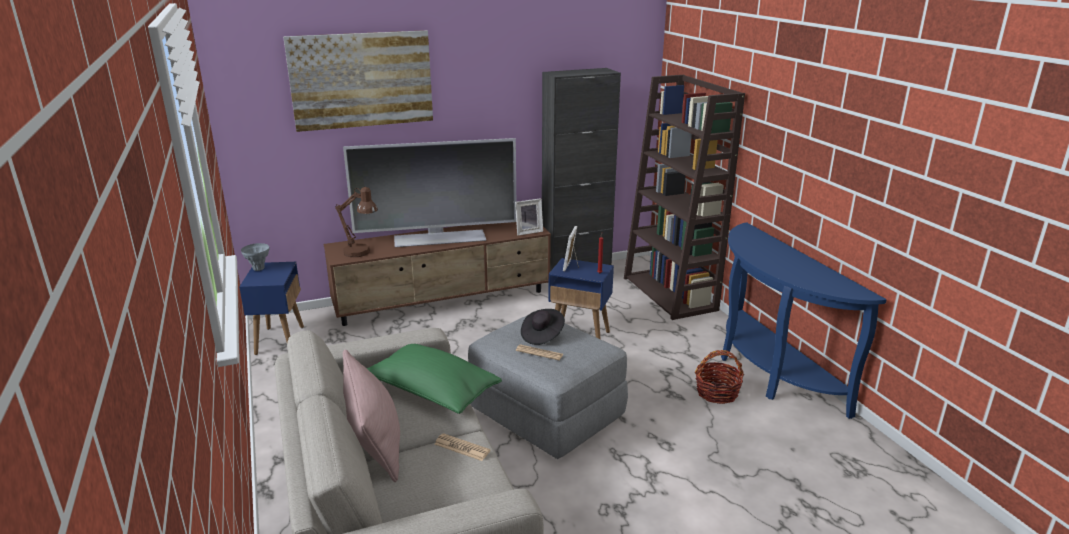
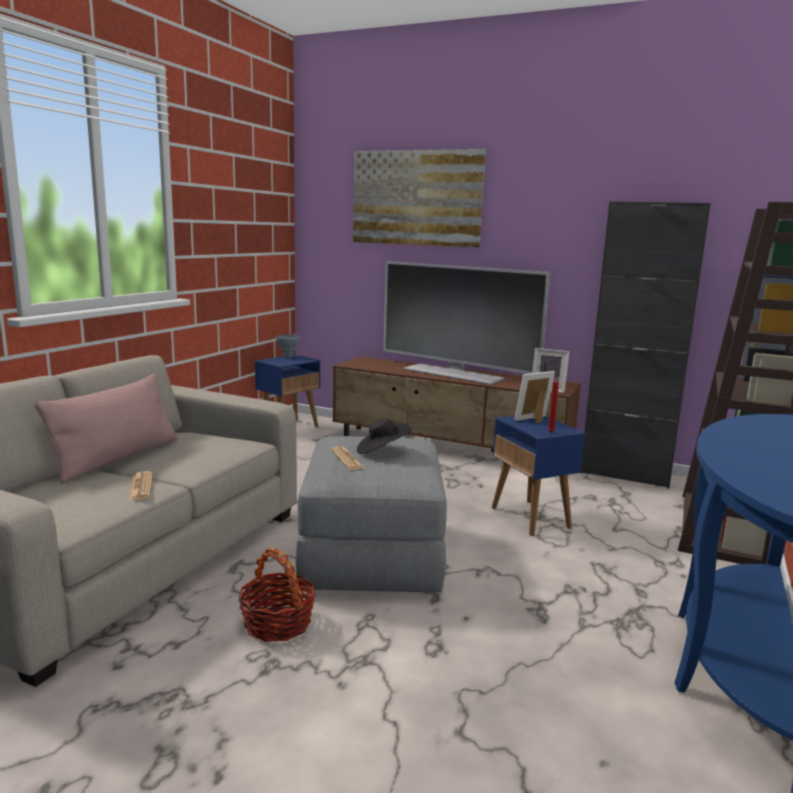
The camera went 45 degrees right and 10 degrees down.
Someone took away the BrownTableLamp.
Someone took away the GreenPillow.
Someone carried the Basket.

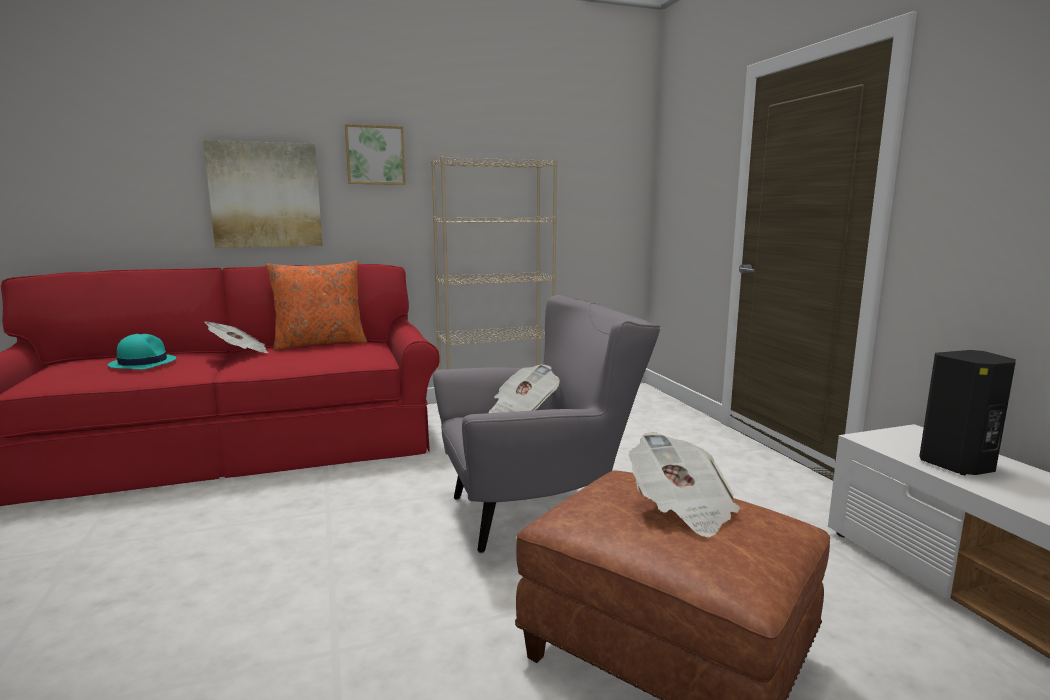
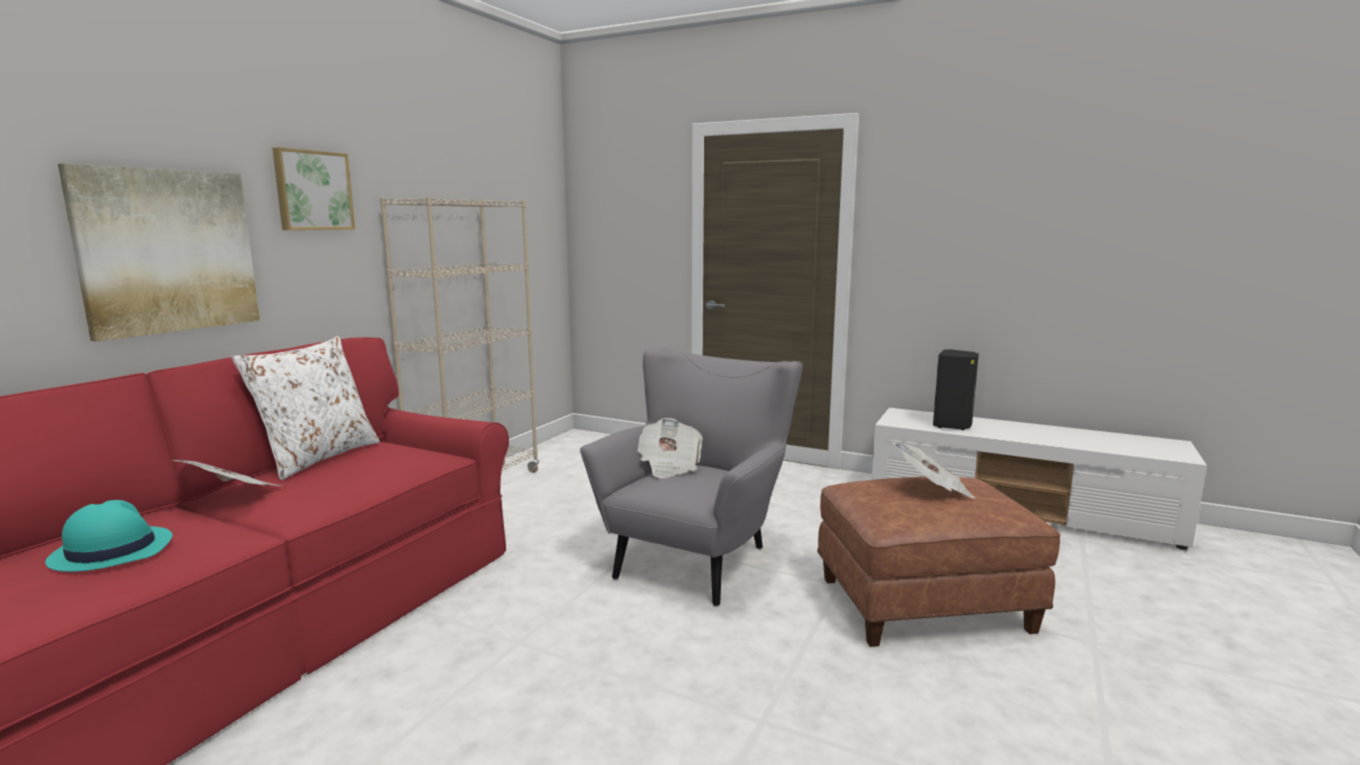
The camera went 45 degrees left and 0 degrees up.
Someone repainted the OrangePillow, which became the WhitePillow.

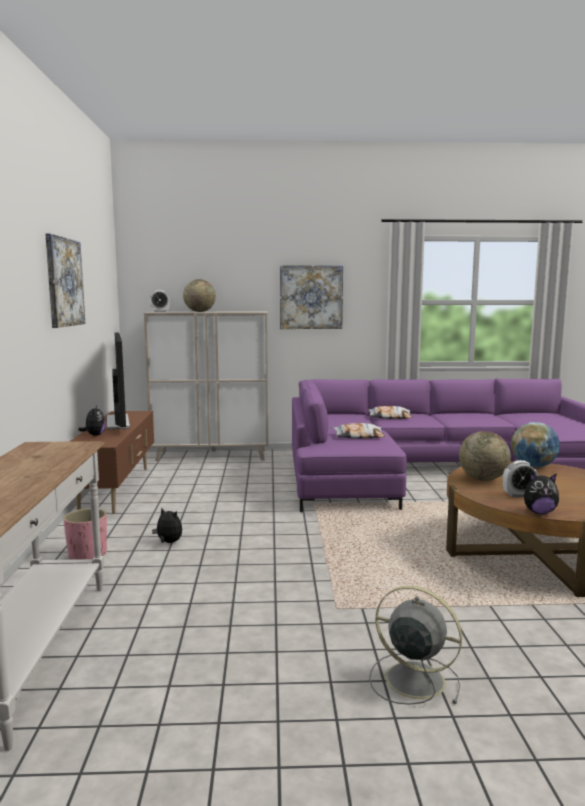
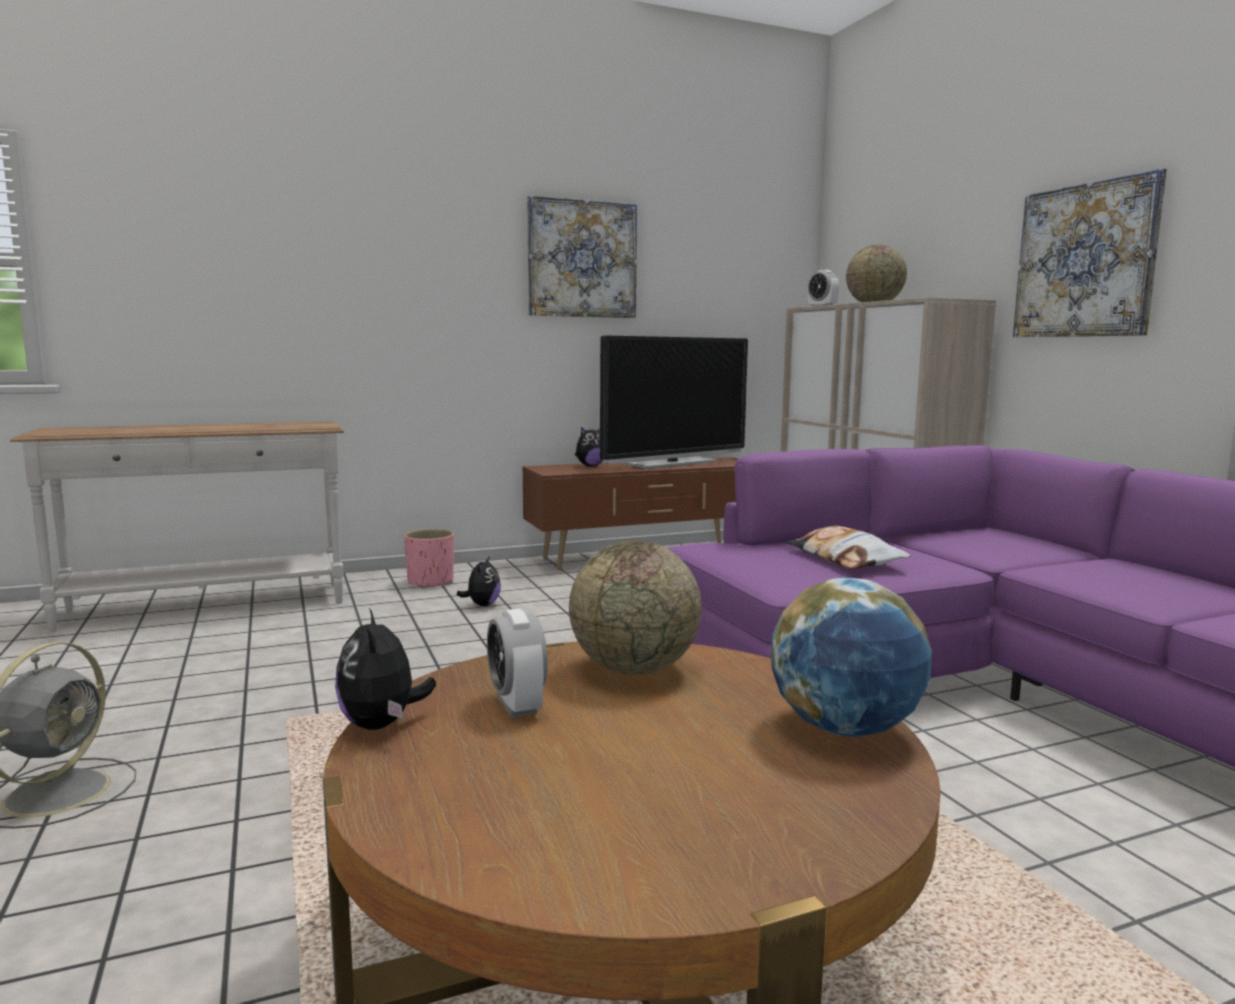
The camera went 70 degrees right and 0 degrees up.
Someone took away the Pillow (2nd from left).

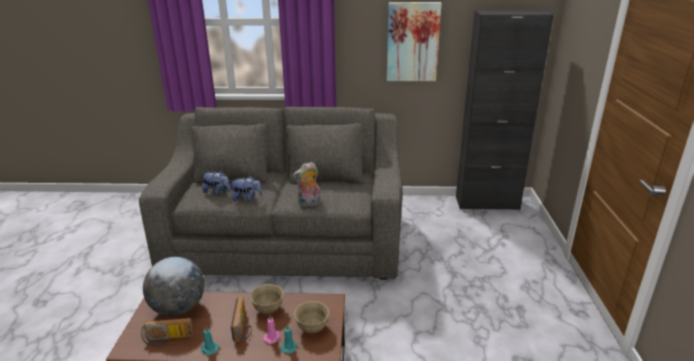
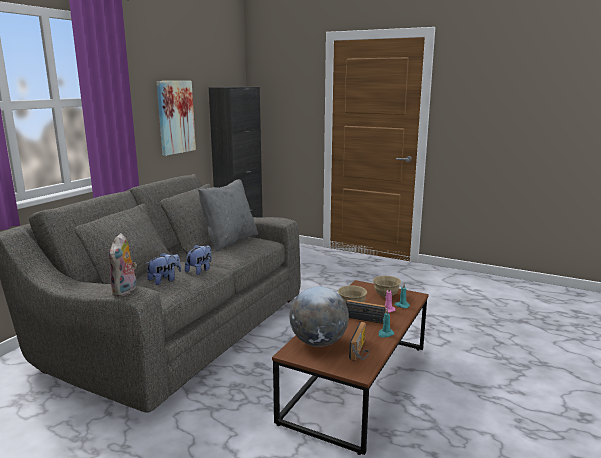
The camera went 65 degrees left and 10 degrees down.
Someone put down the GreyPillow.
Someone carried the PlushToy (3rd from left in the first image).

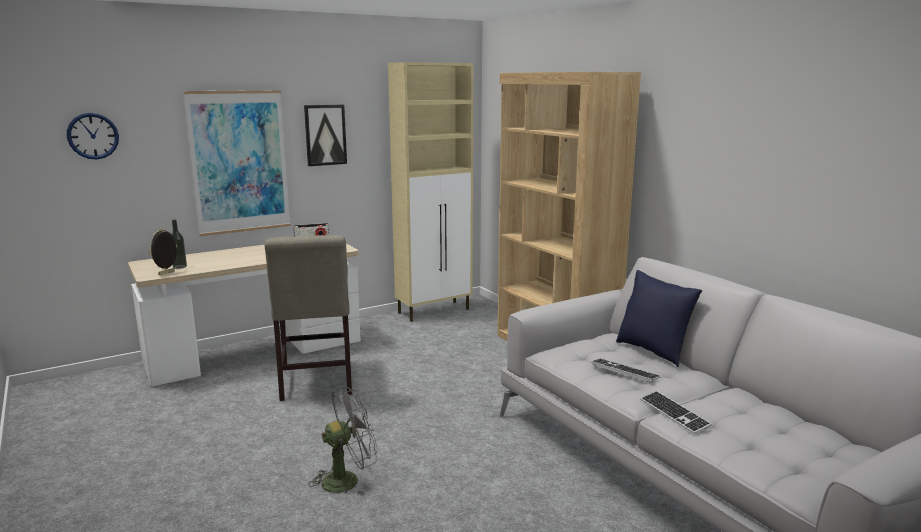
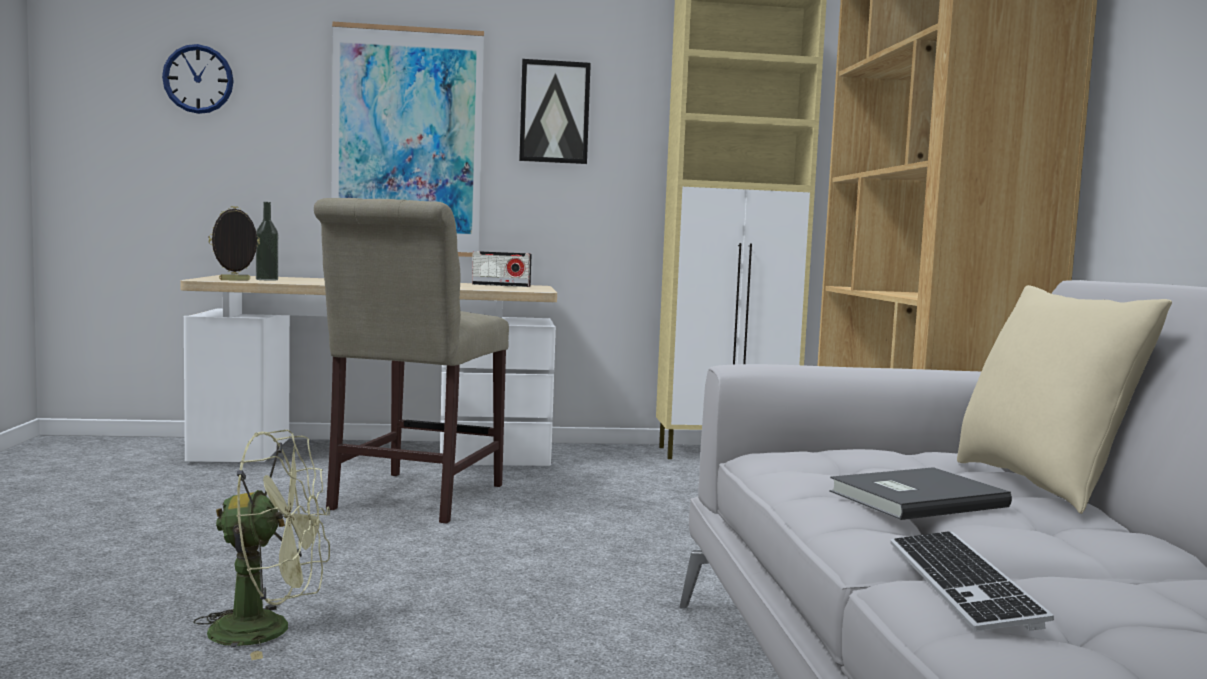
The camera went 25 degrees right and 10 degrees down.
Someone swapped the Keyboard (1st from left) for the GreyBook.
Someone repainted the GreyFan, which became the GreenFan.
Someone repainted the BluePillow, which became the BeigePillow.

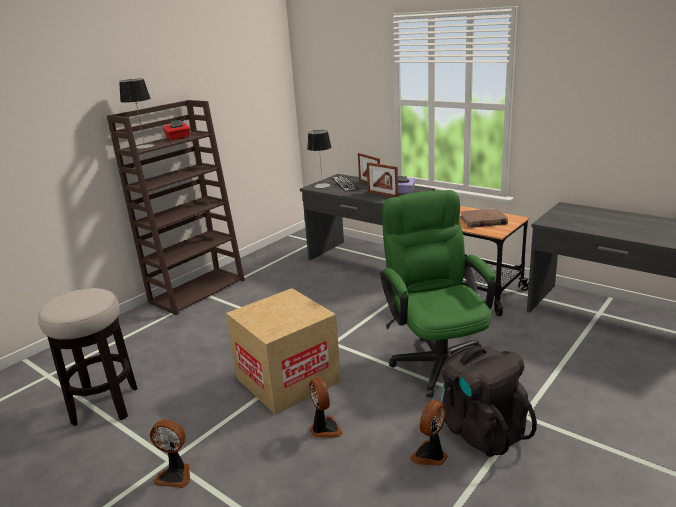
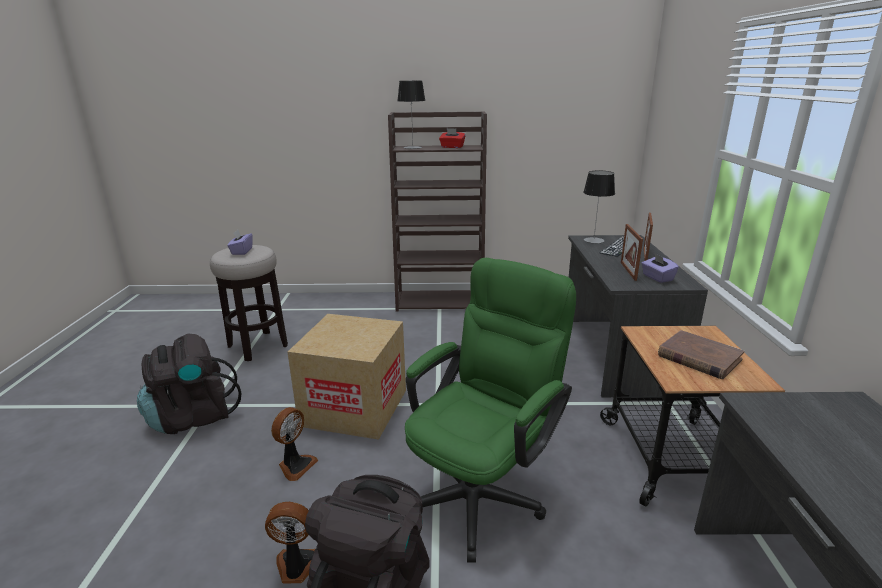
The camera went 50 degrees right and 0 degrees up.
Someone put down the PurpleTissueBox (1st from left).
Someone swapped the Fan (1st from left) for the BlackBackpack (1st from left).

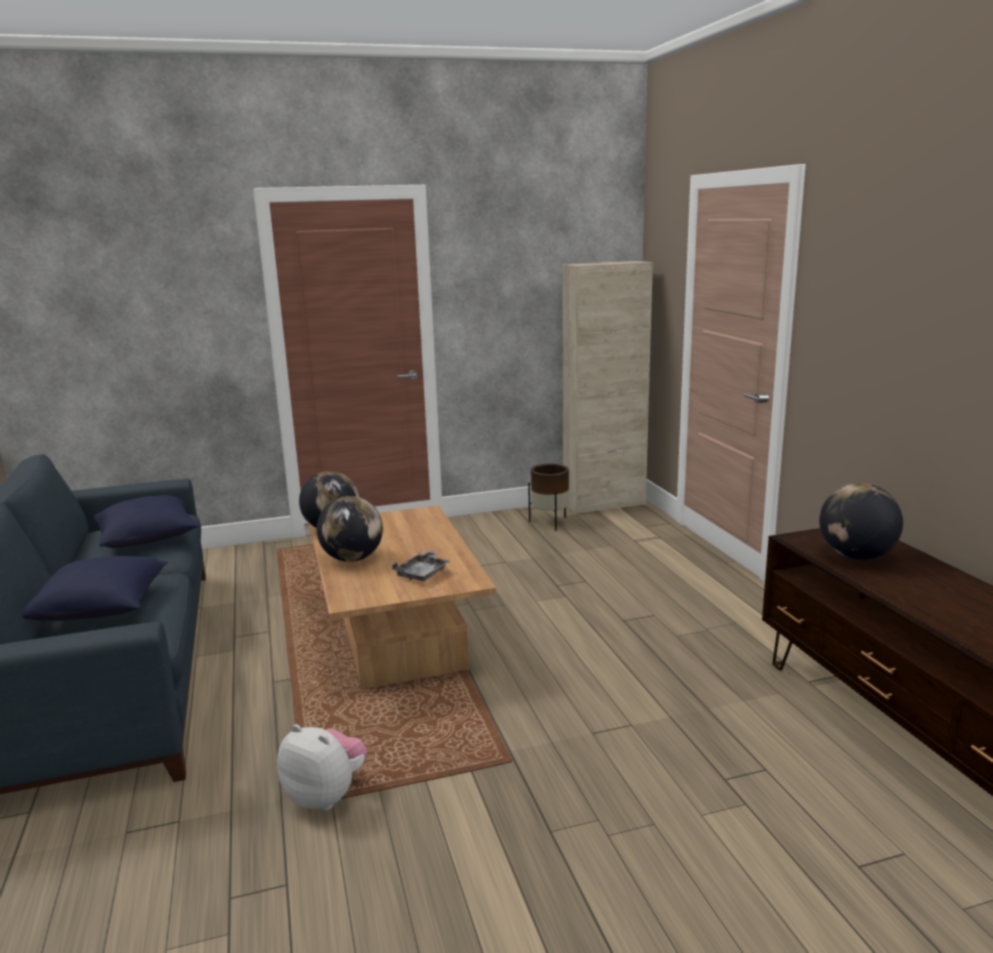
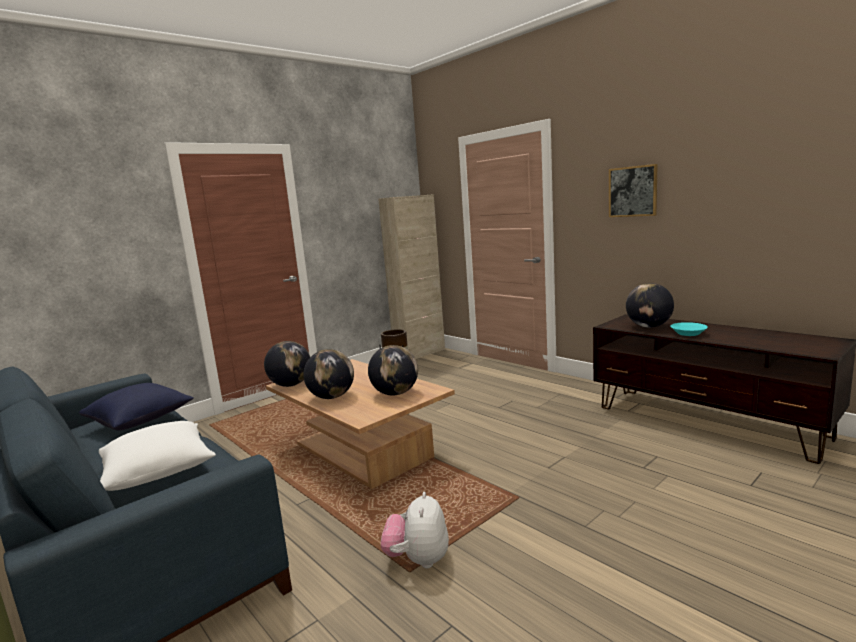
The camera went 25 degrees left and 5 degrees down.
Someone put up the Picture.
Someone put down the TurquoiseBowl.
Someone swapped the GreyTray for the Globe (3rd from left).
Someone repainted the BluePillow (1st from left), which became the WhitePillow.
Someone rotated the PlushToy by 90 degrees counterclockwise.

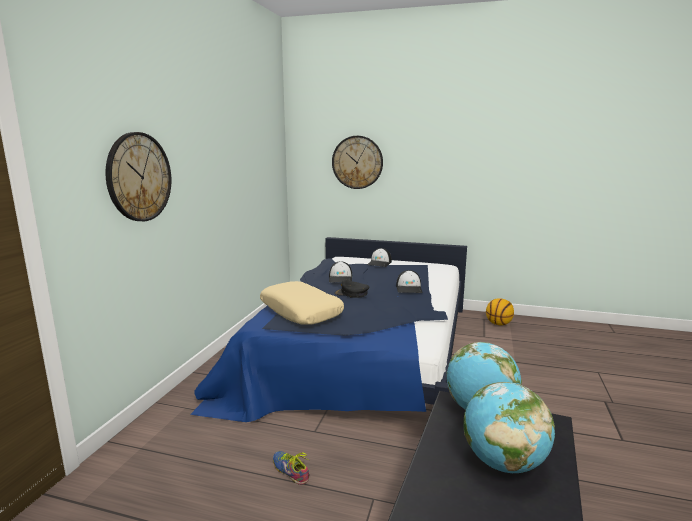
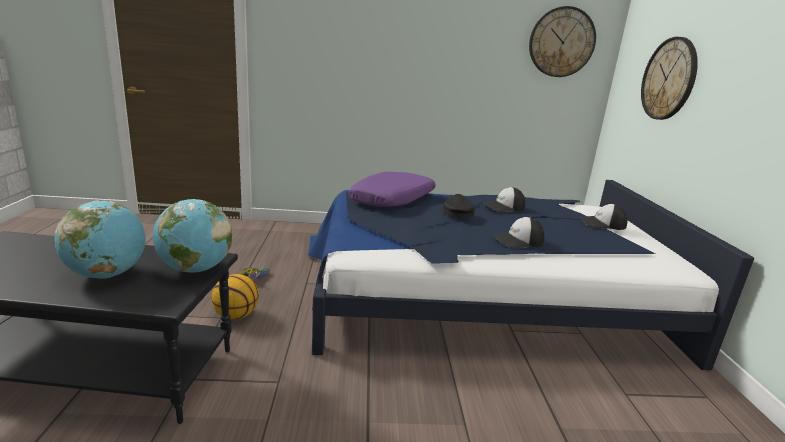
The camera went 70 degrees right and 5 degrees up.
Someone carried the WallClock (1st from left).
Someone carried the Basketball.
Someone repainted the BeigePillow, which became the PurplePillow.

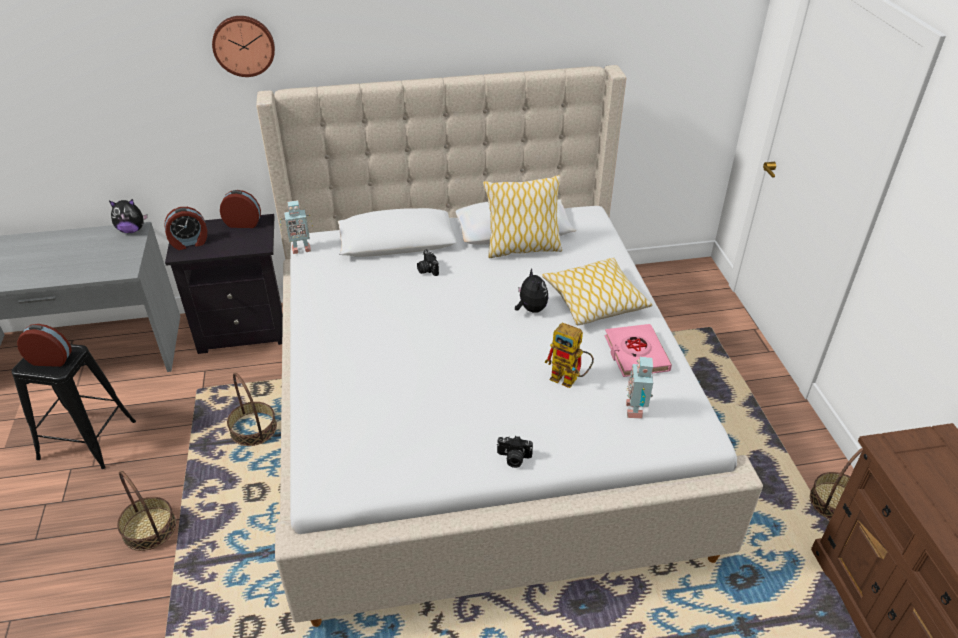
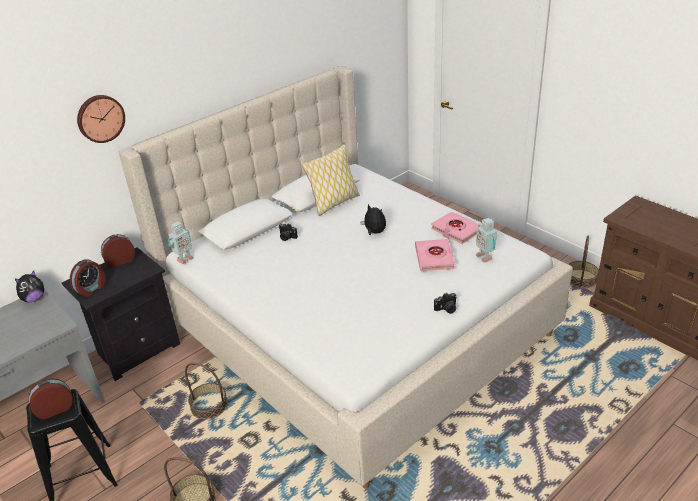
The camera went 30 degrees left and 5 degrees down.
Someone took away the Pillow (2nd from left).
Someone swapped the ToyRobot (2nd from left) for the PinkBook (1st from left).

